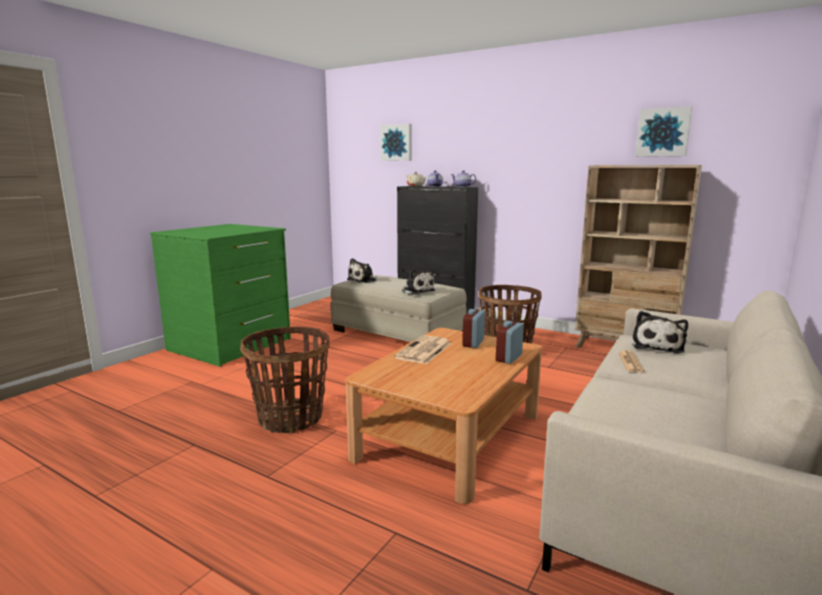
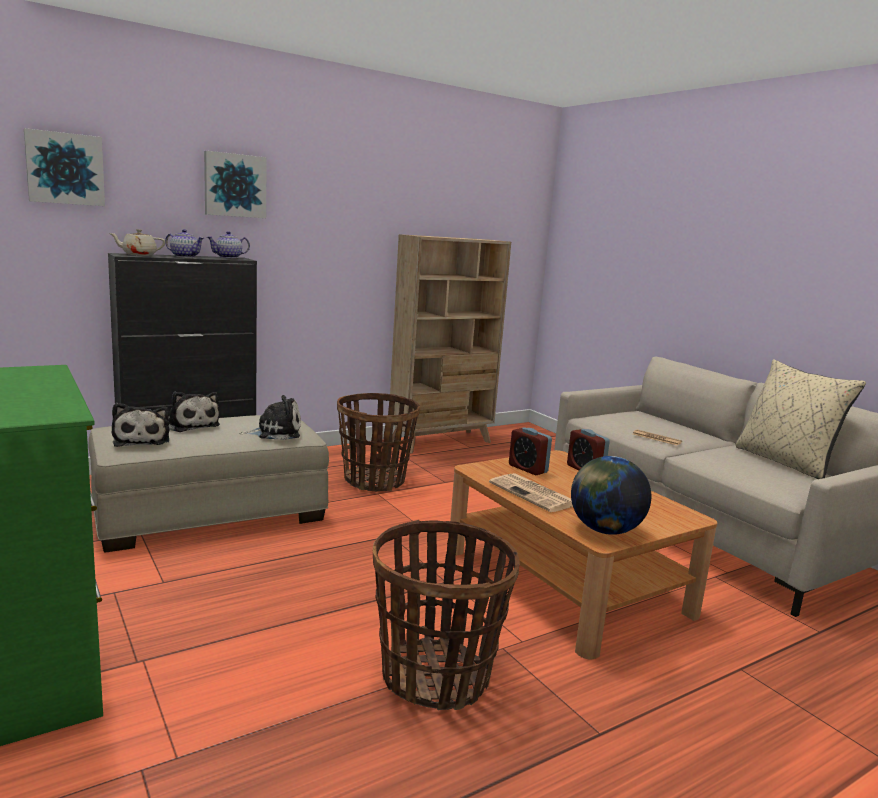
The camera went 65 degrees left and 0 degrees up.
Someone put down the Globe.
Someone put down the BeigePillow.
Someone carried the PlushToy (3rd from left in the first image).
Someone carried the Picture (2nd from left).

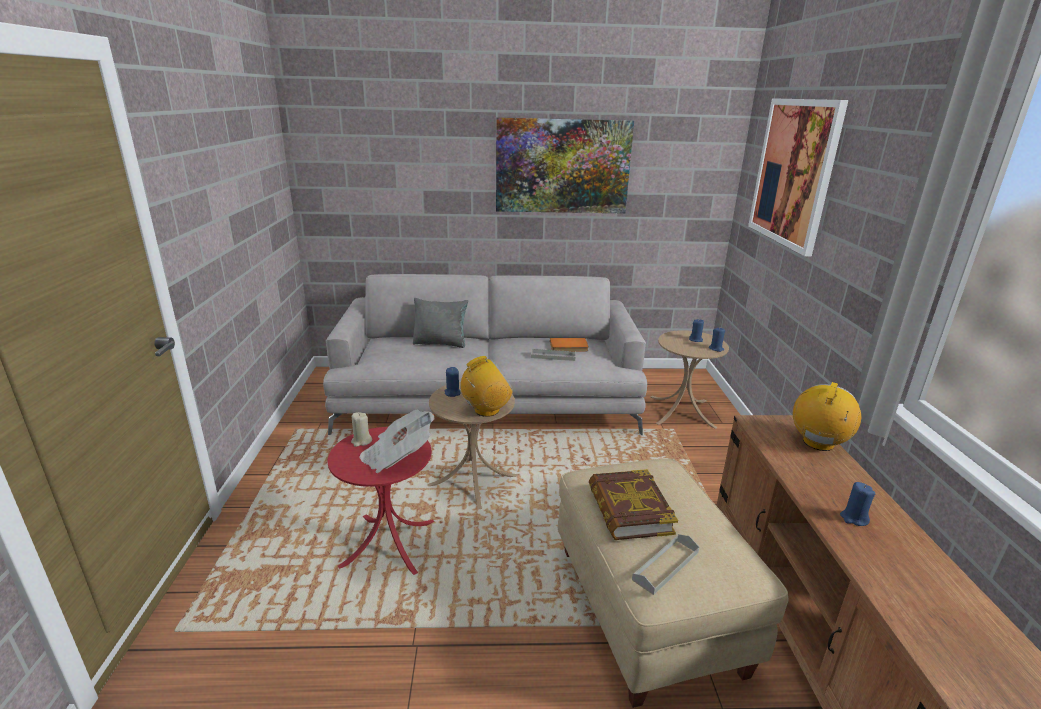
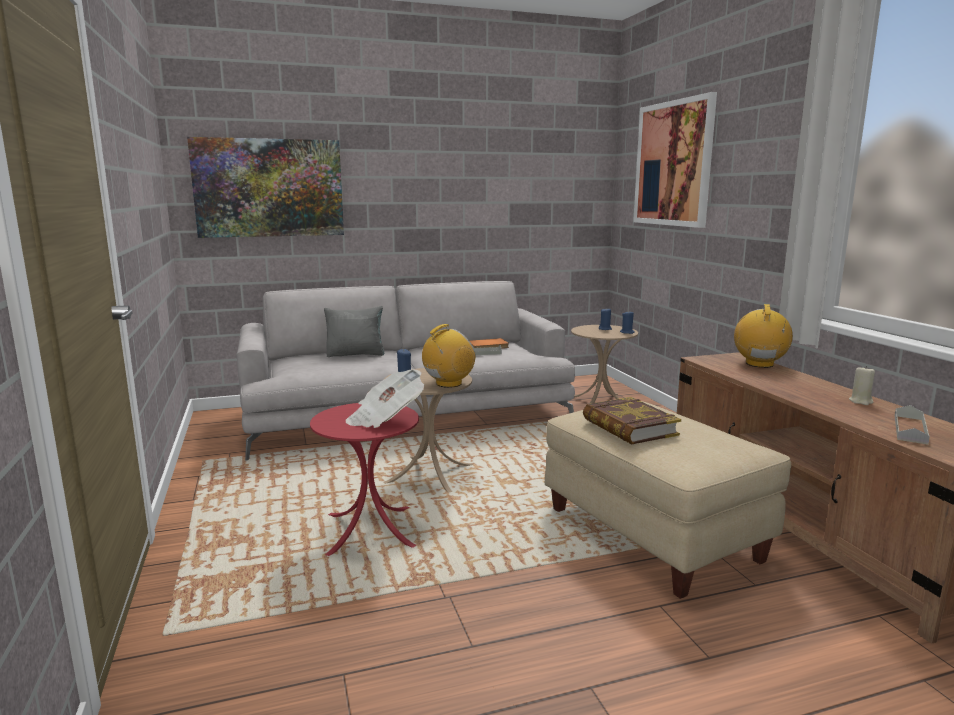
The camera went 15 degrees left and 10 degrees down.
Someone took away the BlueCandle (4th from left).
Someone carried the BeigeCandle.
Someone carried the Picture (1st from left).
Someone carried the GreyTray (2nd from left).

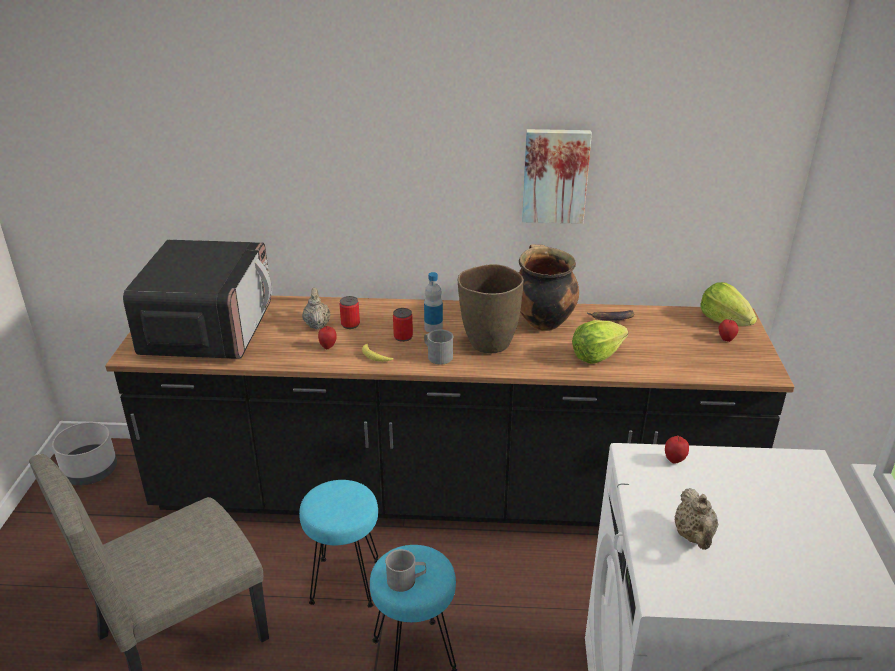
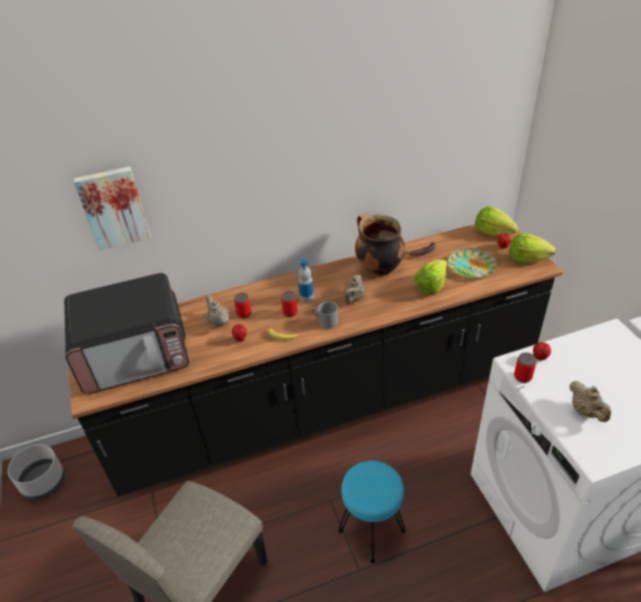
The camera went 20 degrees left and 10 degrees up.
Someone took away the TurquoiseStool (1st from left).
Someone took away the GreyMug (1st from left).
Someone put down the Plate.
Someone put down the Lettuce (3rd from left).
Someone put down the Can (3rd from left).
Someone carried the Picture.
Someone swapped the BrownVase for the BeigeTeapot (2nd from left).
Someone rotated the Microwave by 90 degrees clockwise.

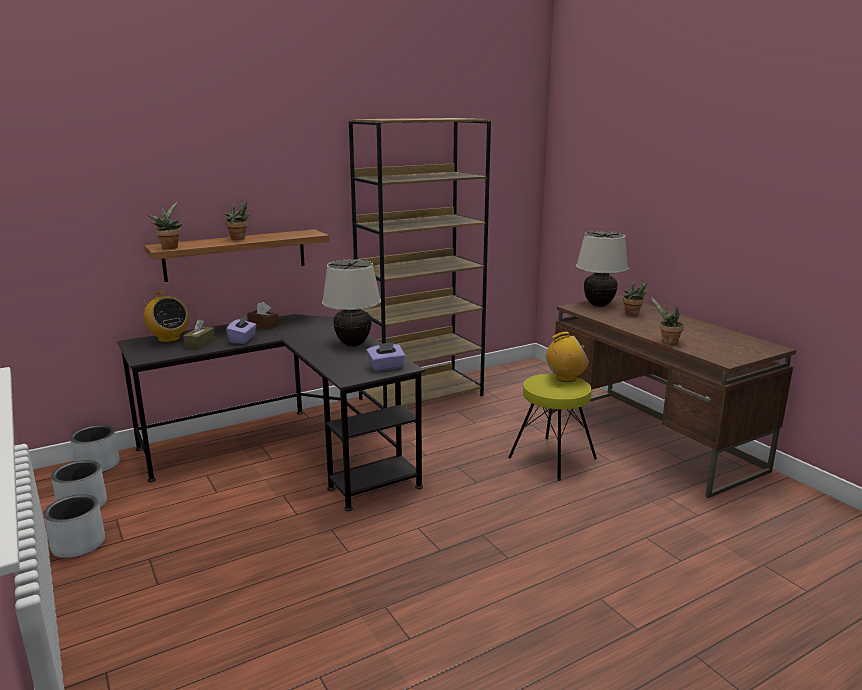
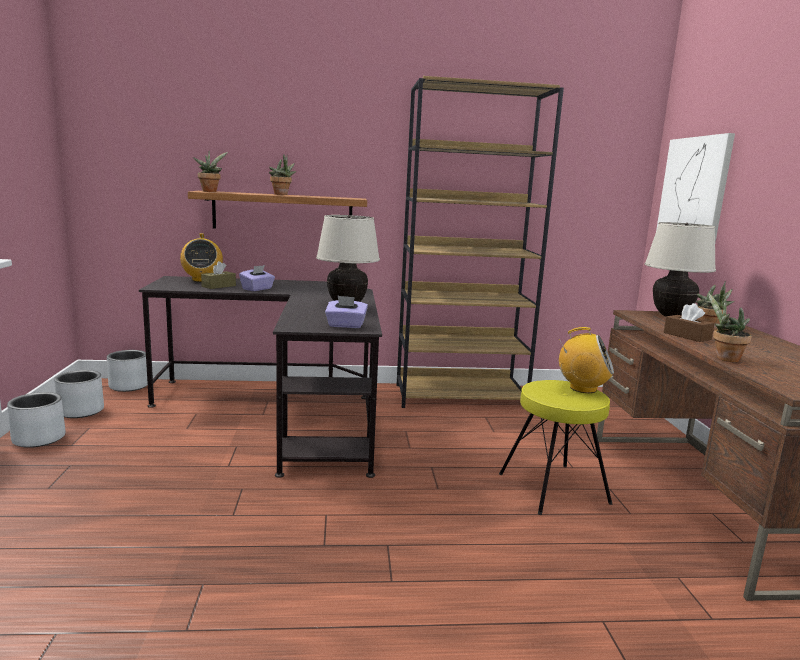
The camera went 25 degrees right and 5 degrees down.
Someone put up the Picture.
Someone carried the BrownTissueBox (2nd from left).

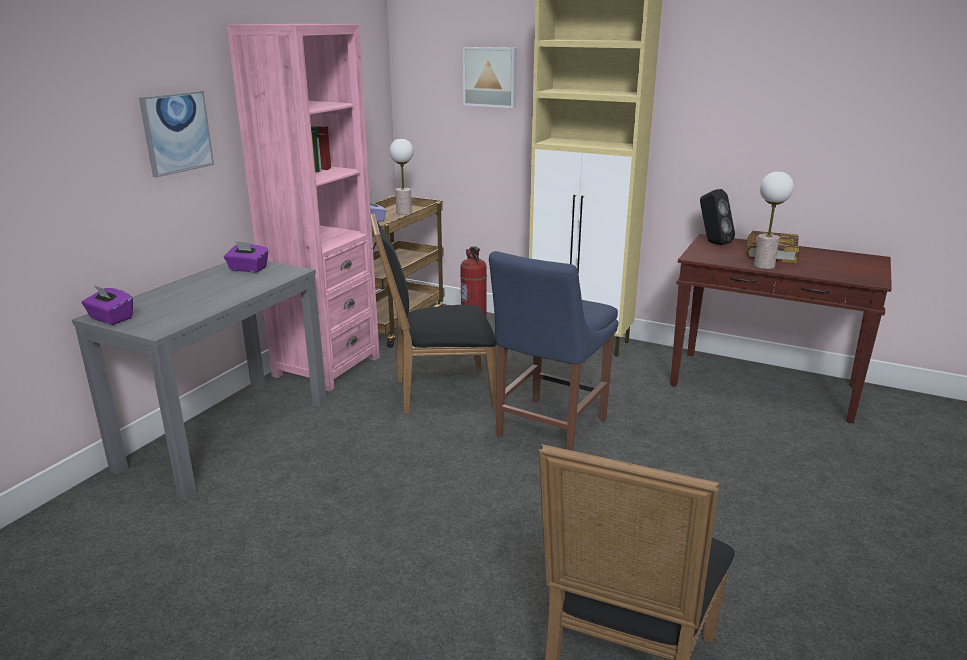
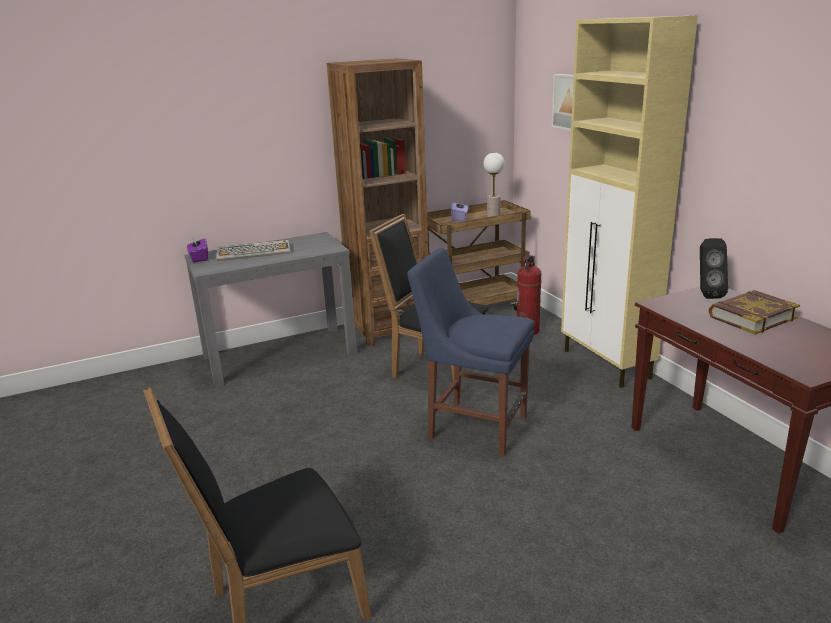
The camera went 40 degrees right and 0 degrees up.
Someone took away the Picture (1st from left).
Someone took away the PurpleTissueBox (2nd from left).
Someone took away the TableLamp (2nd from left).
Someone put down the Keyboard.
Someone repainted the PinkBookcase, which became the BrownBookcase.
Someone rotated the BlueChair by 45 degrees clockwise.

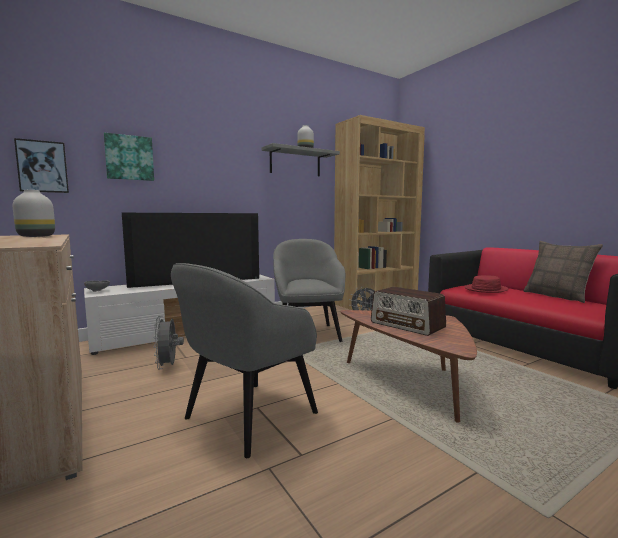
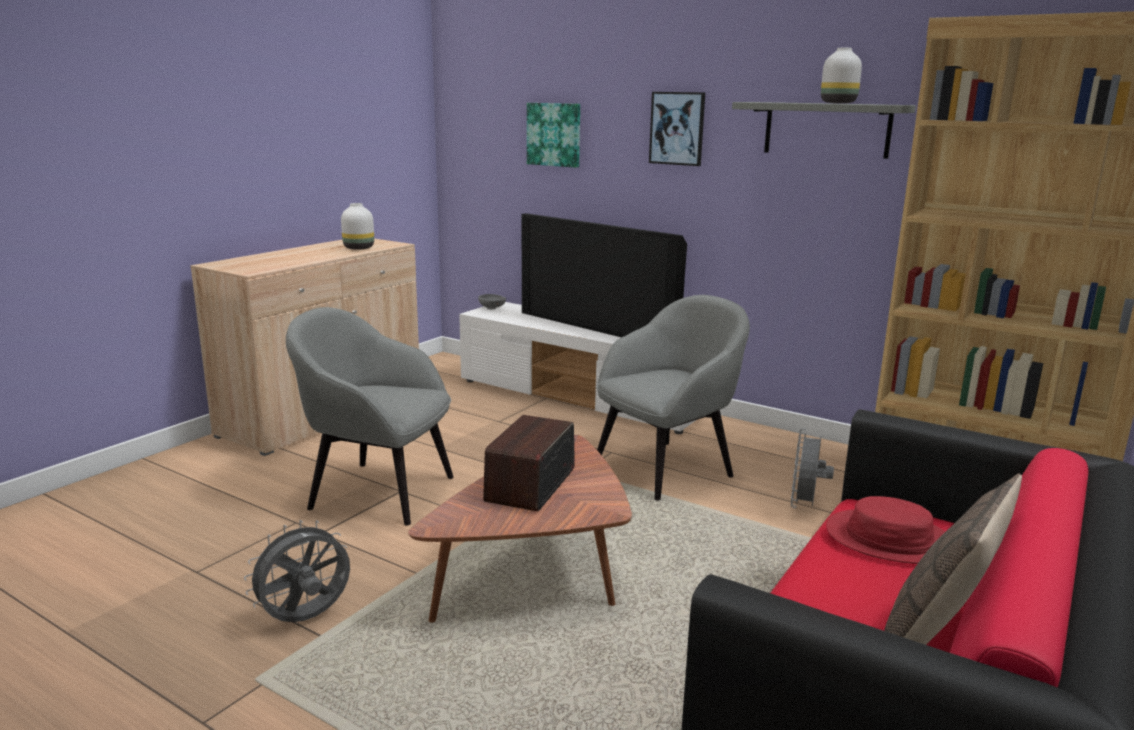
The camera went 65 degrees right and 10 degrees up.
Someone carried the Picture (1st from left in the first image).
Someone carried the GreyFan (1st from left).

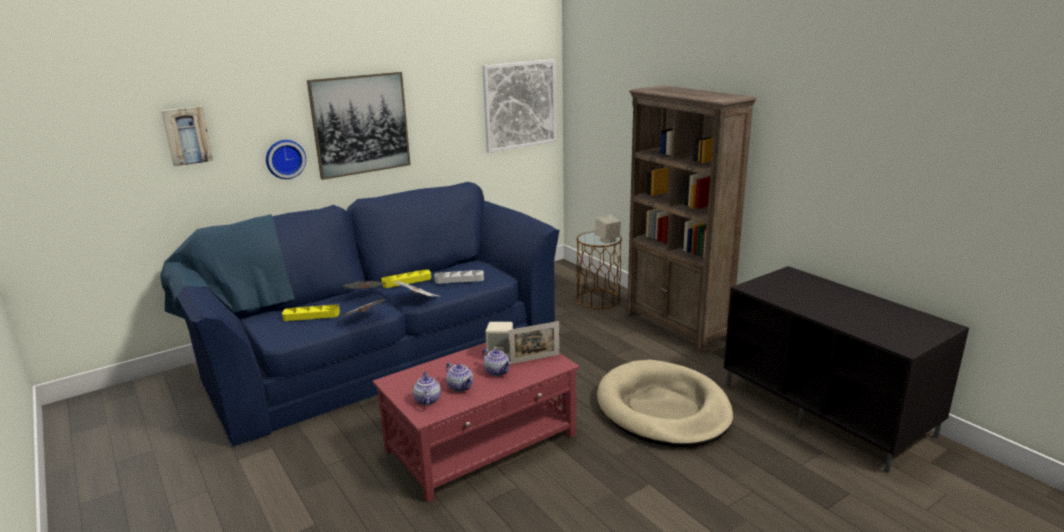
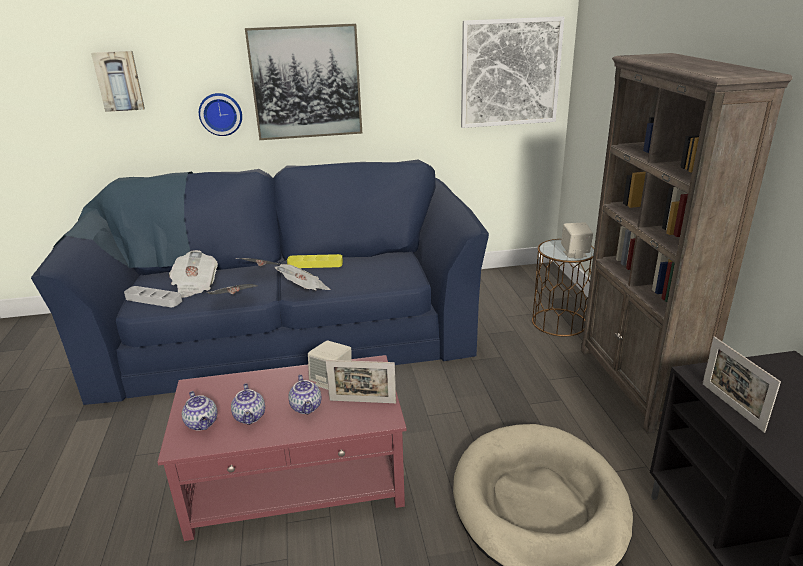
The camera went 25 degrees right and 5 degrees up.
Someone put down the PictureFrame (2nd from left).
Someone carried the GreyTray.
Someone swapped the YellowTray (1st from left) for the Newspaper (1st from left).
Someone rotated the Teapot (1st from left) by 135 degrees clockwise.

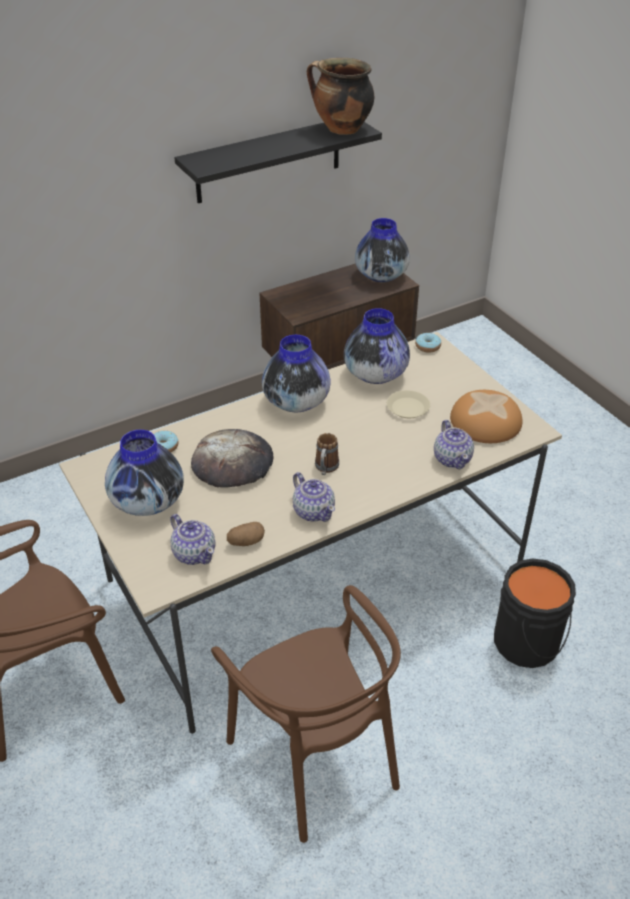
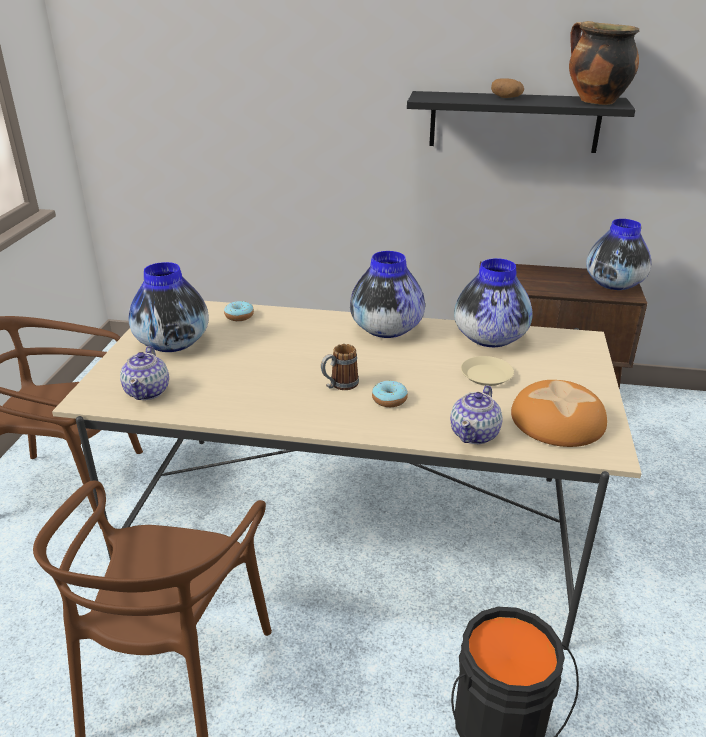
The camera went 40 degrees right and 10 degrees down.
Someone took away the Bread (1st from left).
Someone took away the Teapot (2nd from left).
Someone carried the Potato.
Someone carried the Donut (2nd from left).

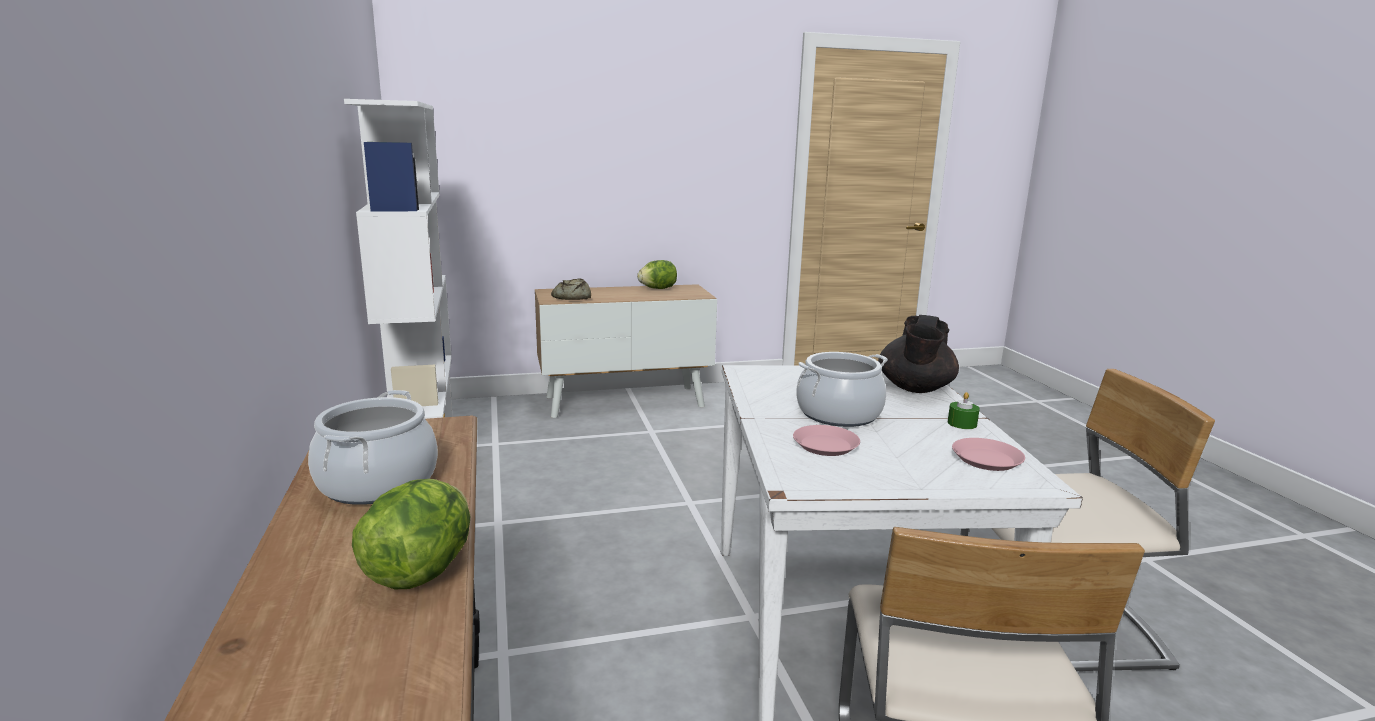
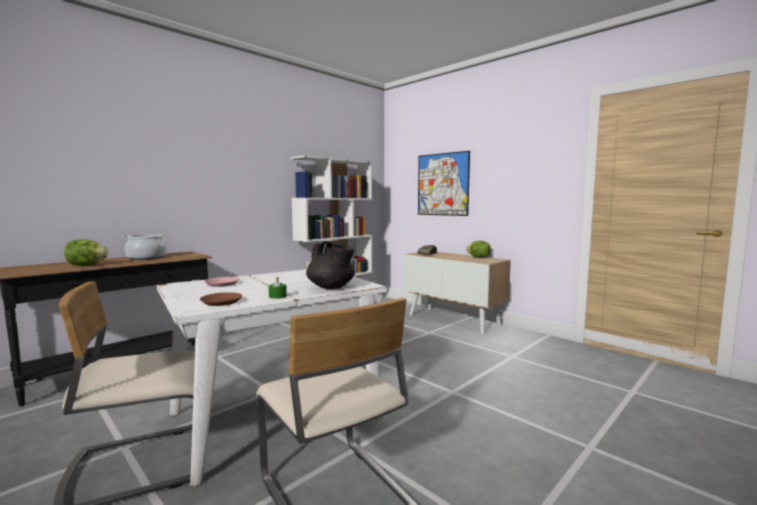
The camera went 60 degrees right and 10 degrees down.
Someone took away the CookingPot (2nd from left).
Someone put up the Picture.
Someone repainted the PinkPlate (2nd from left), which became the BrownPlate.
Someone rotated the BlackTeapot by 120 degrees counterclockwise.

